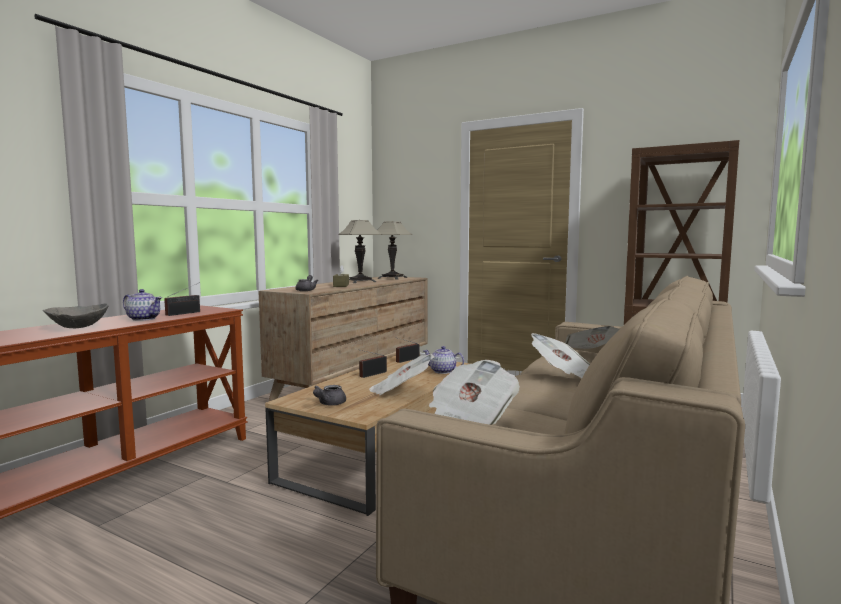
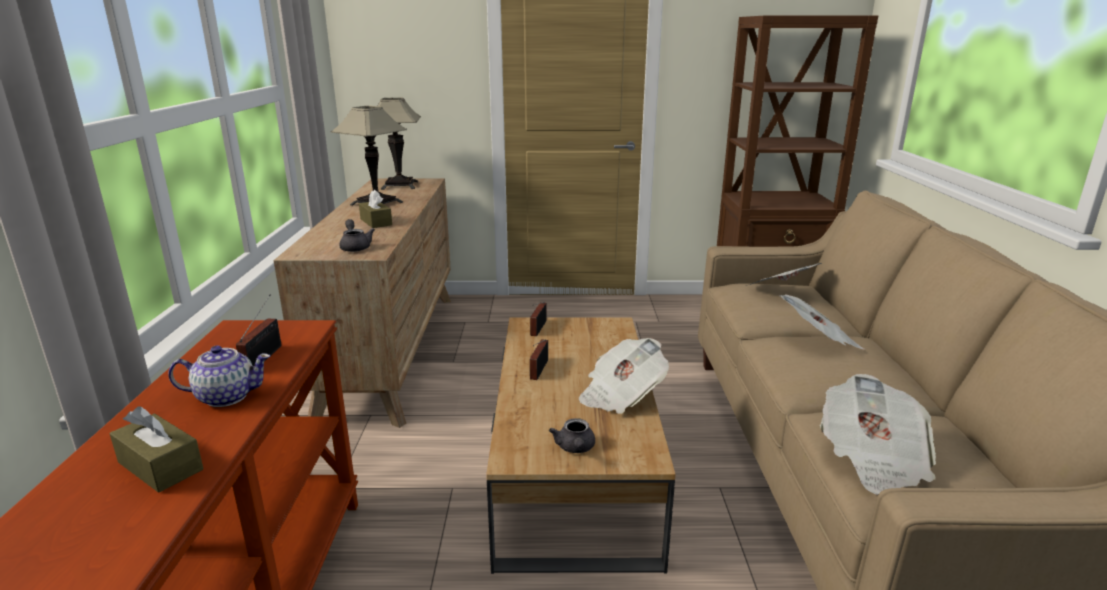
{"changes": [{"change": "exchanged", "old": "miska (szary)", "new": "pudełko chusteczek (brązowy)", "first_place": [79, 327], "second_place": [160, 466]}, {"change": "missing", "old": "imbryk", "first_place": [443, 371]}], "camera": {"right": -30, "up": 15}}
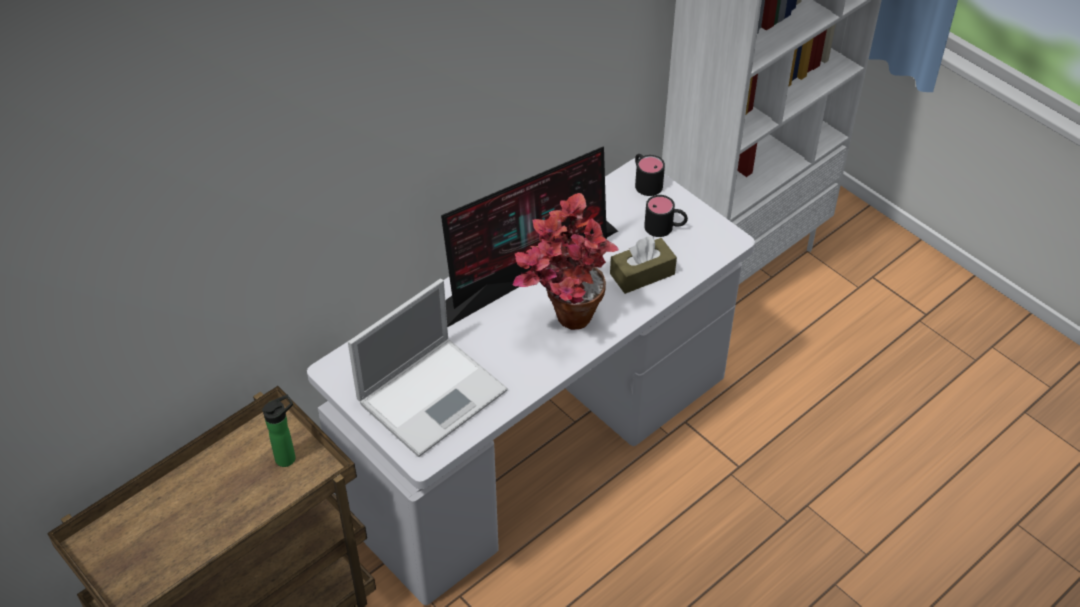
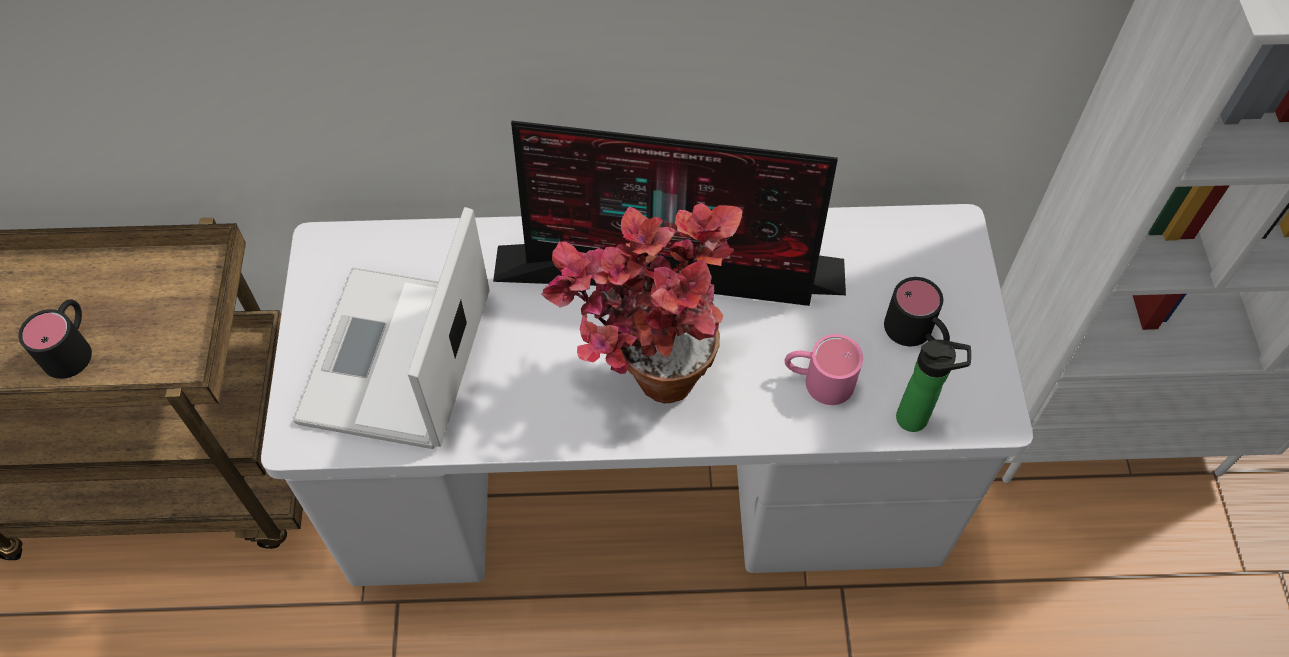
{"changes": [{"change": "relocated", "old": "kubek (czarny)", "first_place": [645, 182], "second_place": [72, 347]}, {"change": "spun", "old": "laptop", "first_place": [434, 394], "second_place": [396, 361], "degrees": 105}, {"change": "exchanged", "old": "pudełko chusteczek (brązowy)", "new": "kubek (różowy)", "first_place": [642, 274], "second_place": [818, 380]}, {"change": "relocated", "old": "butelka", "first_place": [288, 457], "second_place": [917, 419]}], "camera": {"right": 40, "up": 10}}
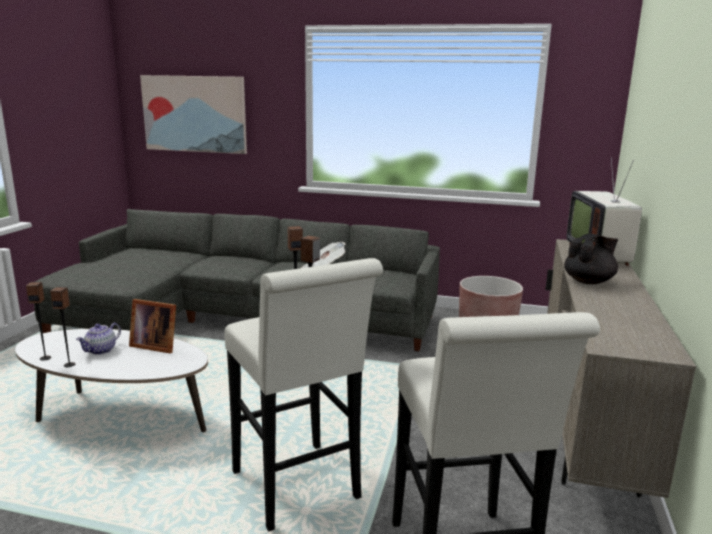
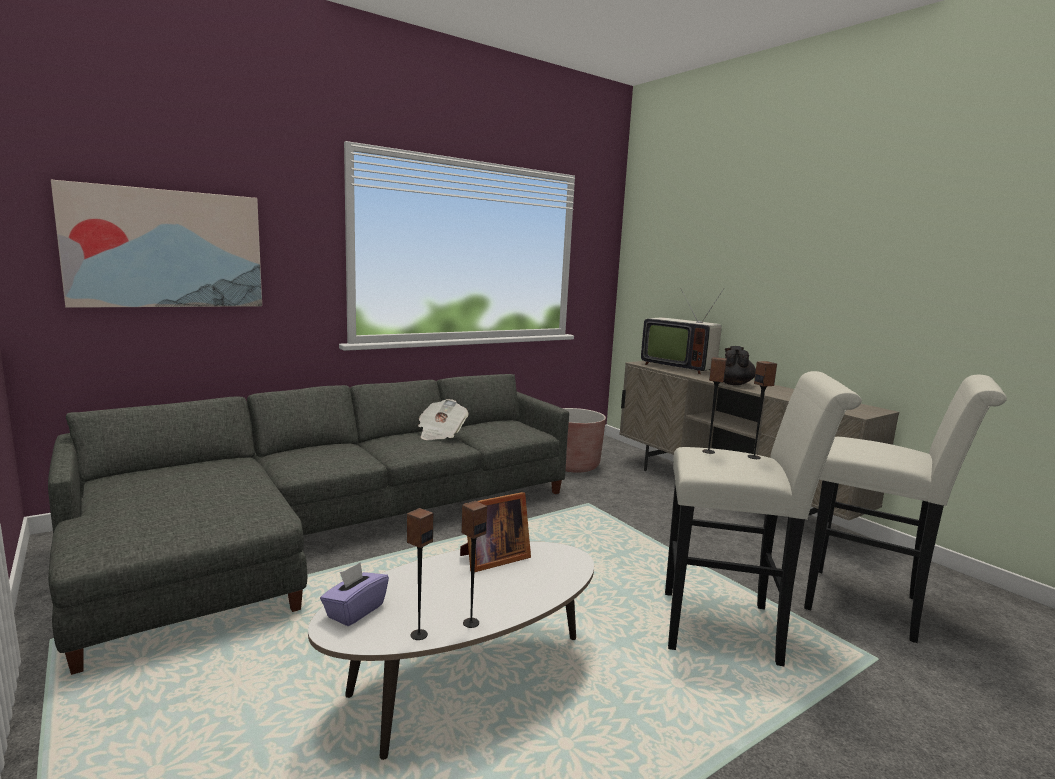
{"changes": [{"change": "appeared", "new": "pudełko chusteczek (fioletowy)", "second_place": [355, 611]}, {"change": "missing", "old": "imbryk", "first_place": [101, 350]}], "camera": {"right": -50, "up": -5}}
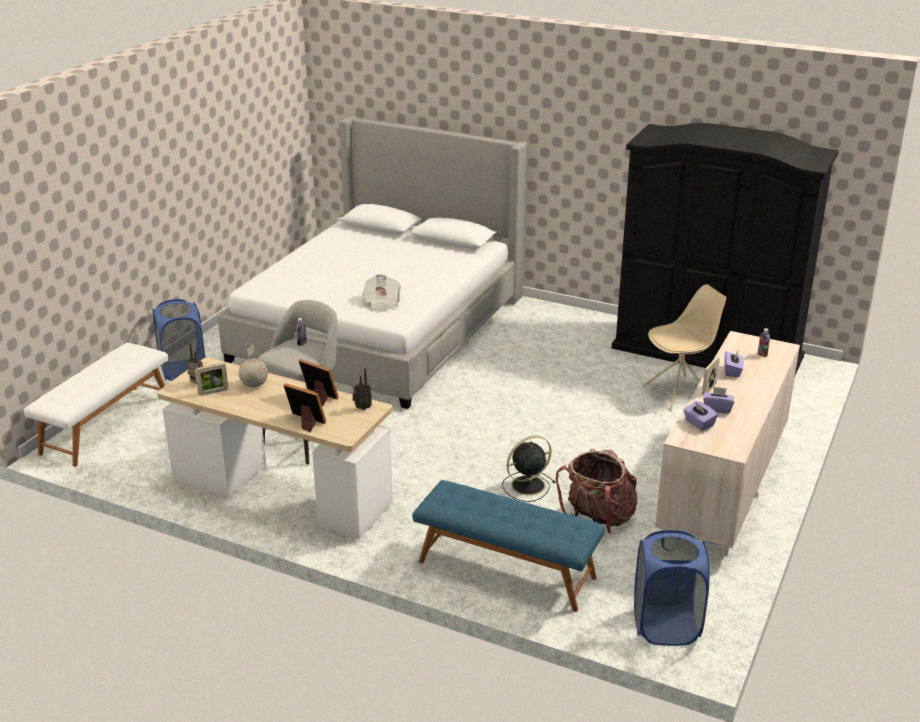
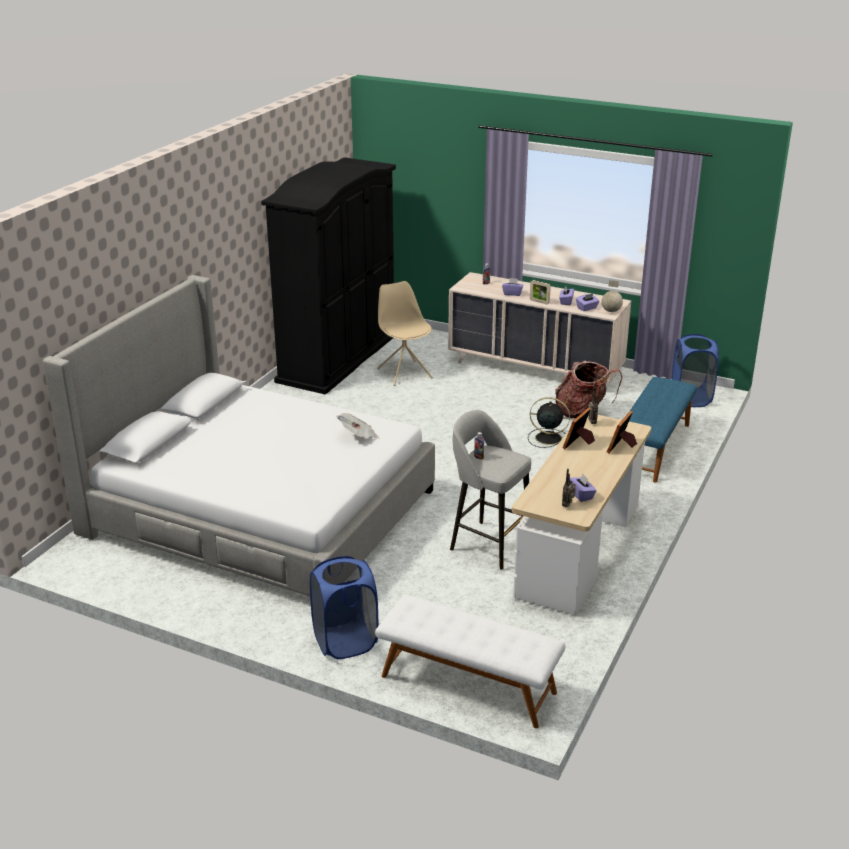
{"changes": [{"change": "spun", "old": "wentylator (czarny)", "first_place": [526, 486], "second_place": [547, 438], "degrees": 135}, {"change": "exchanged", "old": "ramka na zdjęcie", "new": "pudełko chusteczek (fioletowy)", "first_place": [213, 392], "second_place": [581, 495]}, {"change": "relocated", "old": "globus", "first_place": [254, 385], "second_place": [611, 311]}], "camera": {"right": -90, "up": 0}}
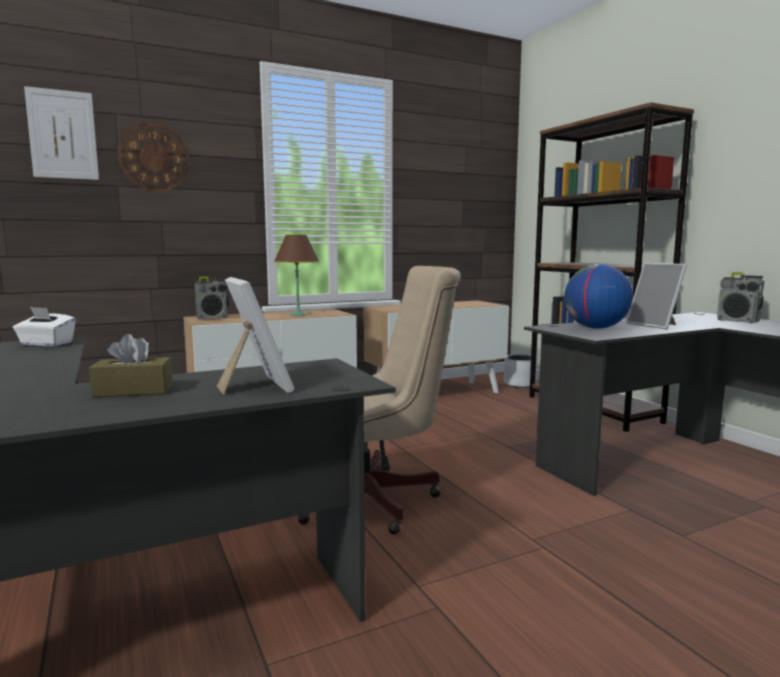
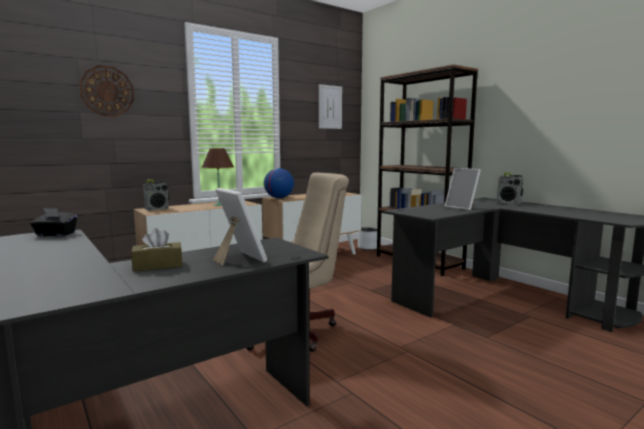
{"changes": [{"change": "colour", "old": "pudełko chusteczek (biały)", "new": "pudełko chusteczek (czarny)", "first_place": [46, 344], "second_place": [55, 234]}, {"change": "relocated", "old": "globus", "first_place": [595, 328], "second_place": [279, 198]}, {"change": "relocated", "old": "obraz", "first_place": [63, 134], "second_place": [330, 107]}], "camera": {"right": -10, "up": 0}}
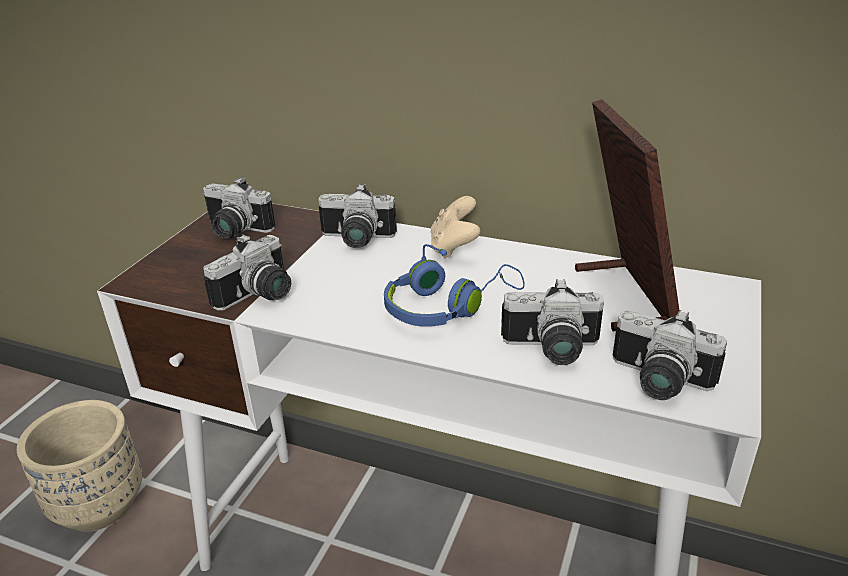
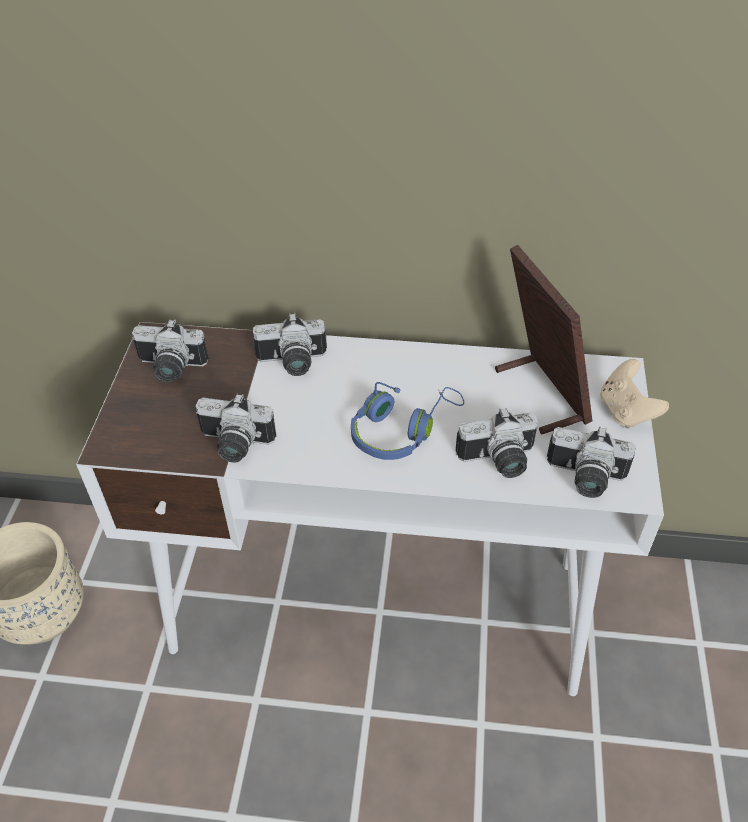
{"changes": [{"change": "spun", "old": "aparat fotograficzny", "first_place": [260, 296], "second_place": [234, 445], "degrees": 75}, {"change": "relocated", "old": "pad do gier (beżowy)", "first_place": [454, 247], "second_place": [626, 411]}], "camera": {"right": -15, "up": 15}}
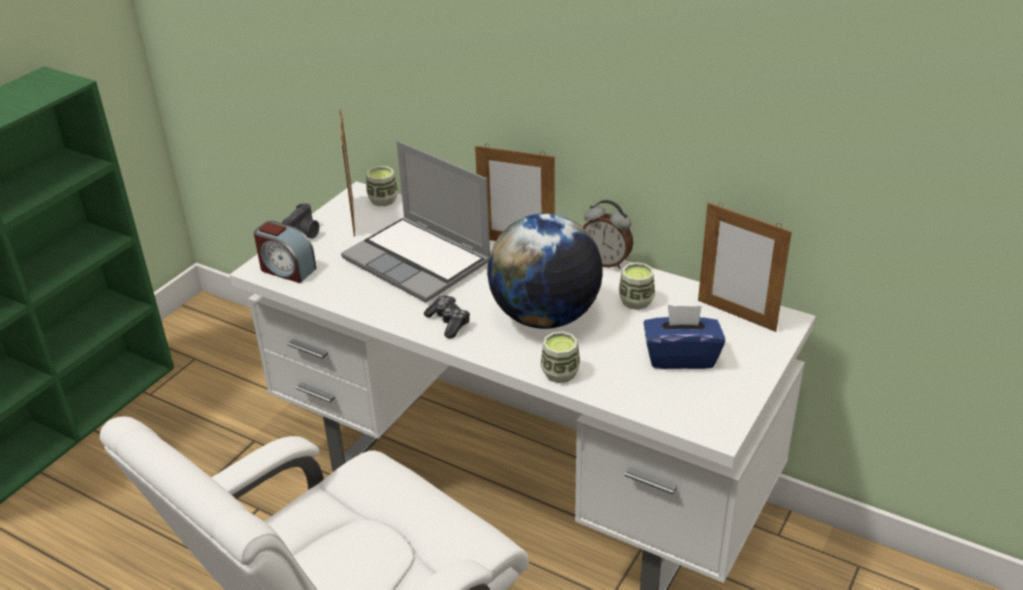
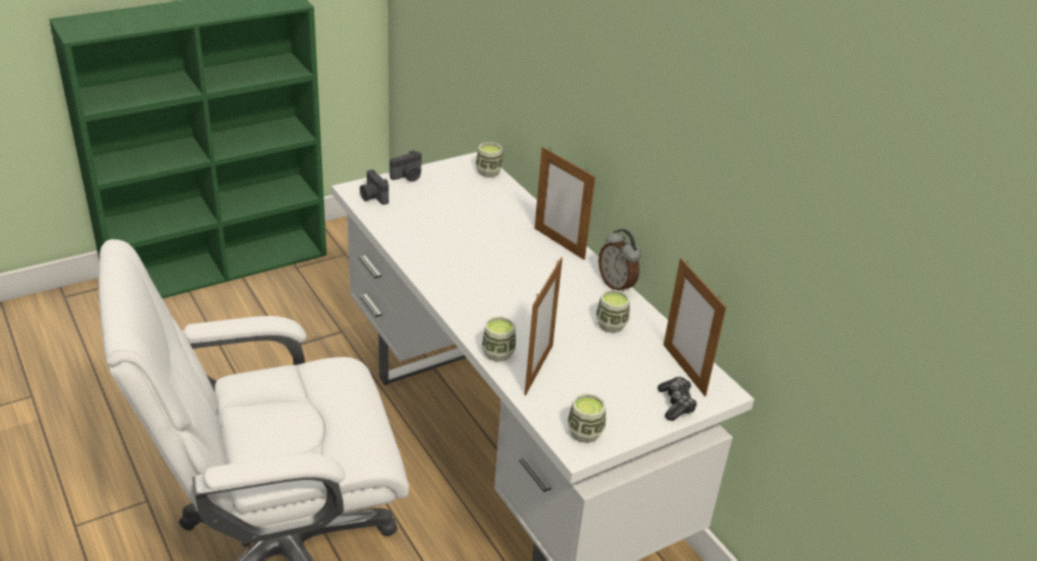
{"changes": [{"change": "exchanged", "old": "budzik", "new": "aparat fotograficzny", "first_place": [287, 269], "second_place": [373, 197]}, {"change": "relocated", "old": "ramka na zdjęcie", "first_place": [353, 216], "second_place": [538, 369]}, {"change": "appeared", "new": "filiżanka", "second_place": [585, 432]}, {"change": "relocated", "old": "pad do gier", "first_place": [448, 322], "second_place": [676, 404]}, {"change": "missing", "old": "laptop", "first_place": [419, 261]}, {"change": "missing", "old": "globus", "first_place": [545, 317]}, {"change": "missing", "old": "pudełko chusteczek (niebieski)", "first_place": [681, 357]}], "camera": {"right": 25, "up": 0}}
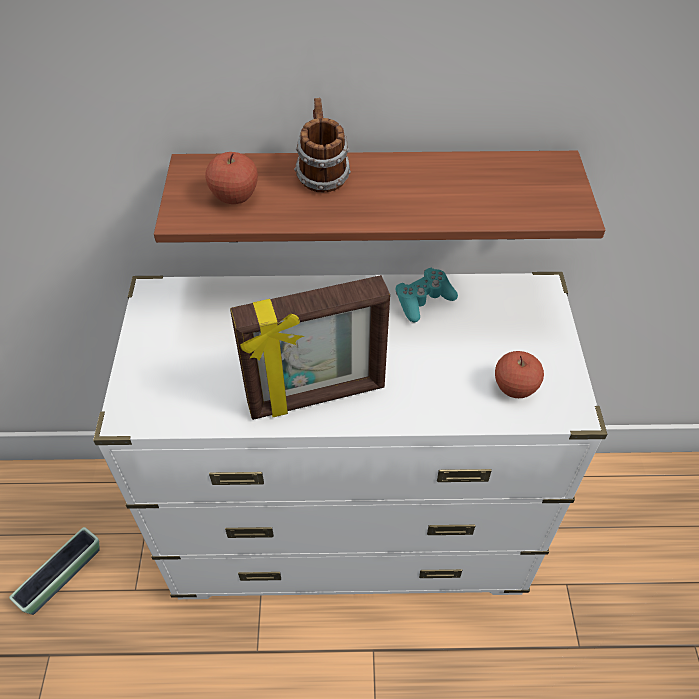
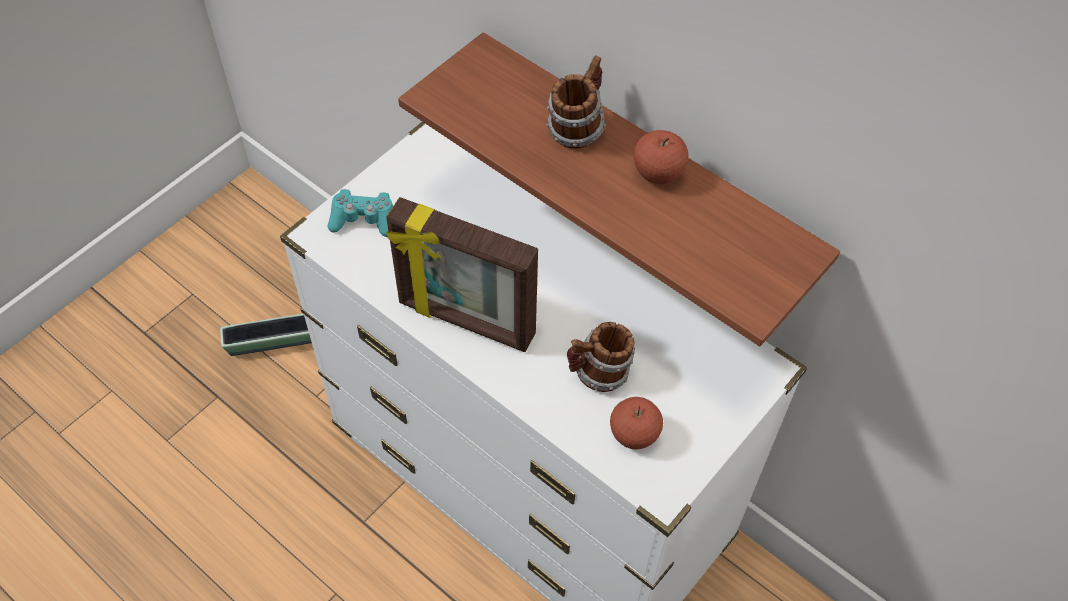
{"changes": [{"change": "relocated", "old": "pad do gier (turkusowy)", "first_place": [423, 301], "second_place": [363, 220]}, {"change": "appeared", "new": "kubek", "second_place": [598, 374]}, {"change": "relocated", "old": "jabłko", "first_place": [235, 197], "second_place": [657, 174]}], "camera": {"right": 40, "up": 5}}
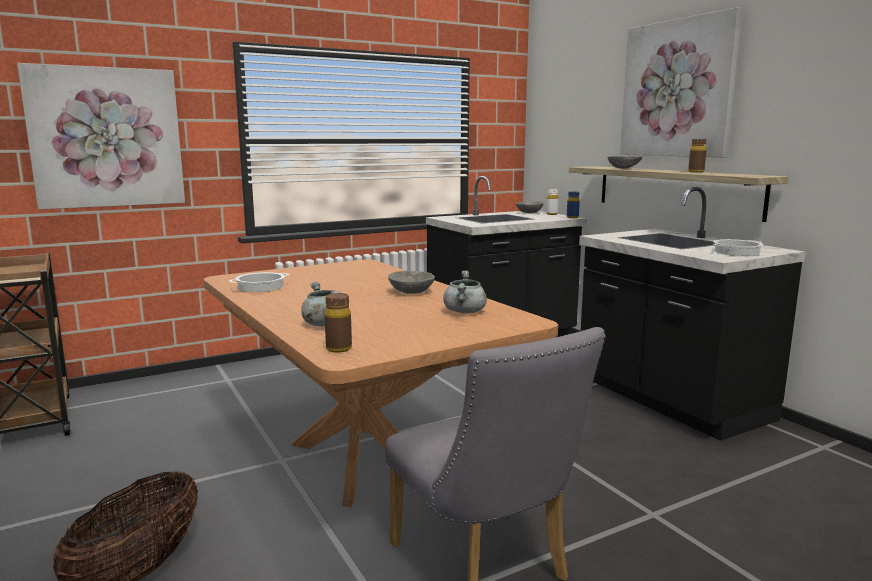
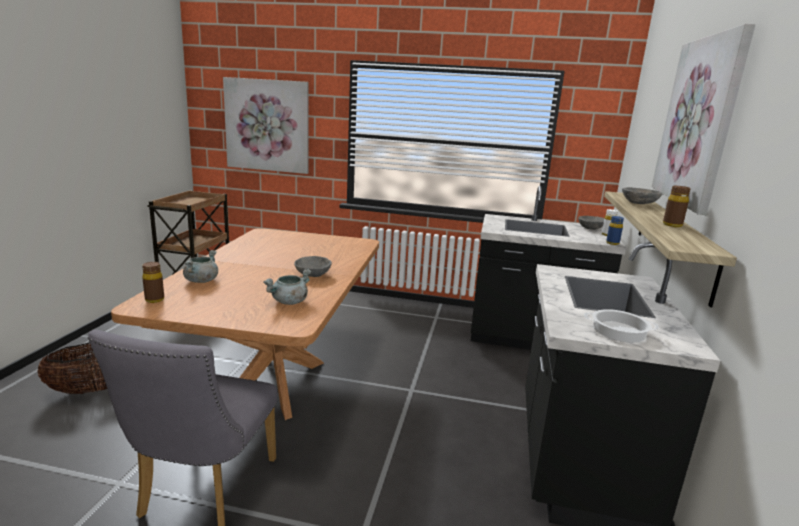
{"changes": [{"change": "missing", "old": "garnek", "first_place": [261, 287]}], "camera": {"right": 40, "up": 5}}
